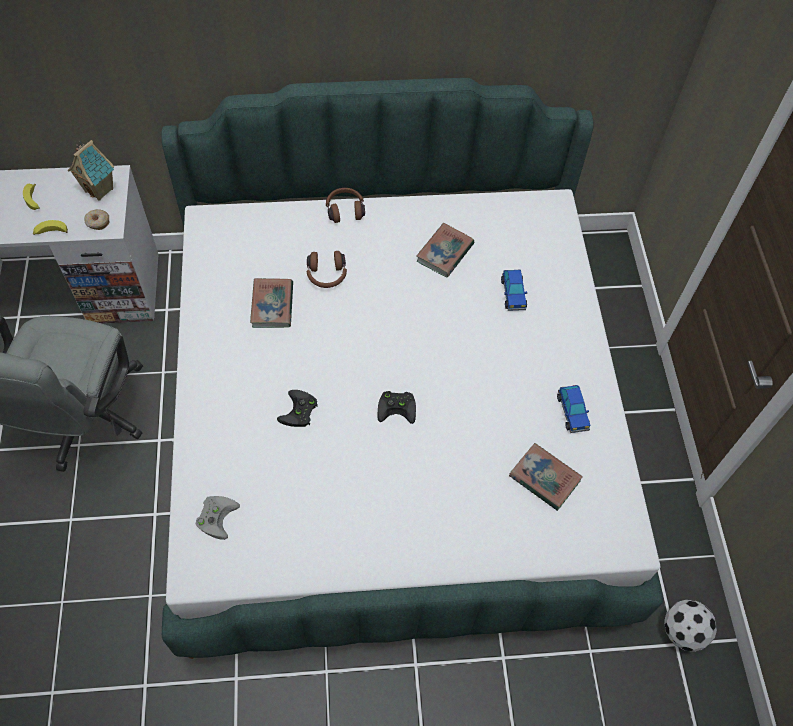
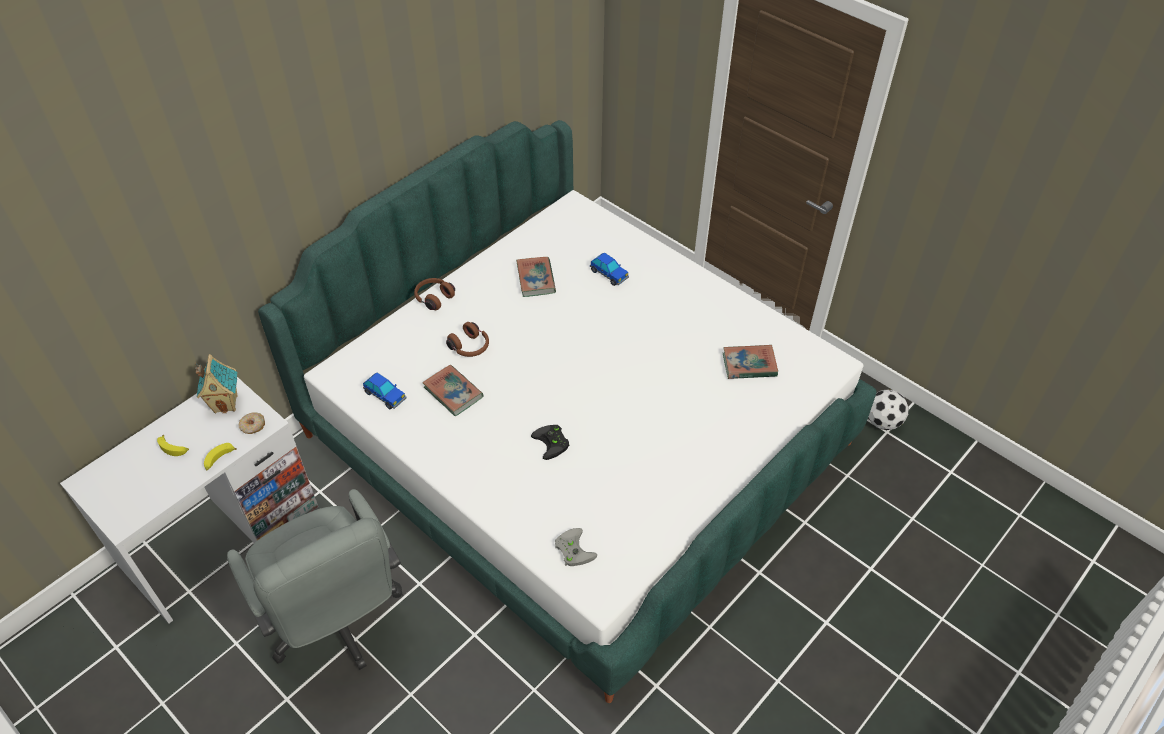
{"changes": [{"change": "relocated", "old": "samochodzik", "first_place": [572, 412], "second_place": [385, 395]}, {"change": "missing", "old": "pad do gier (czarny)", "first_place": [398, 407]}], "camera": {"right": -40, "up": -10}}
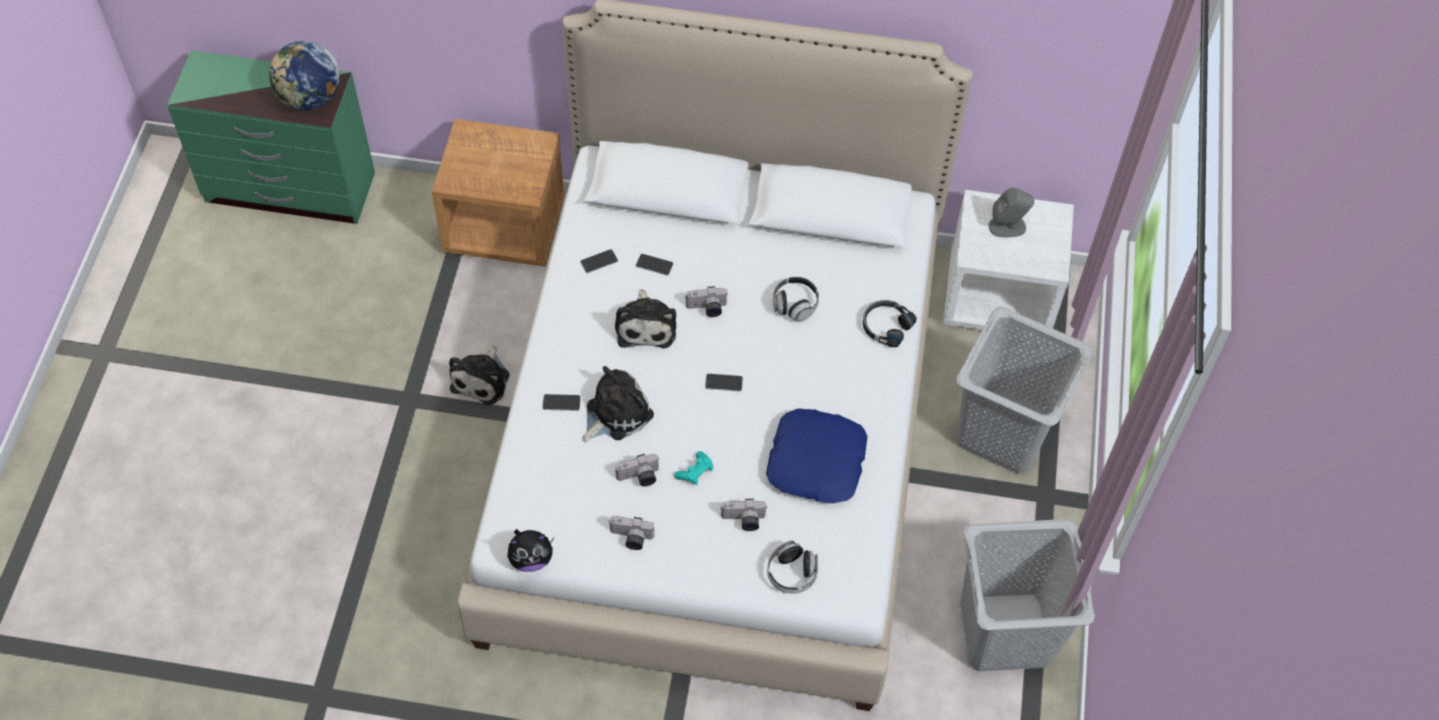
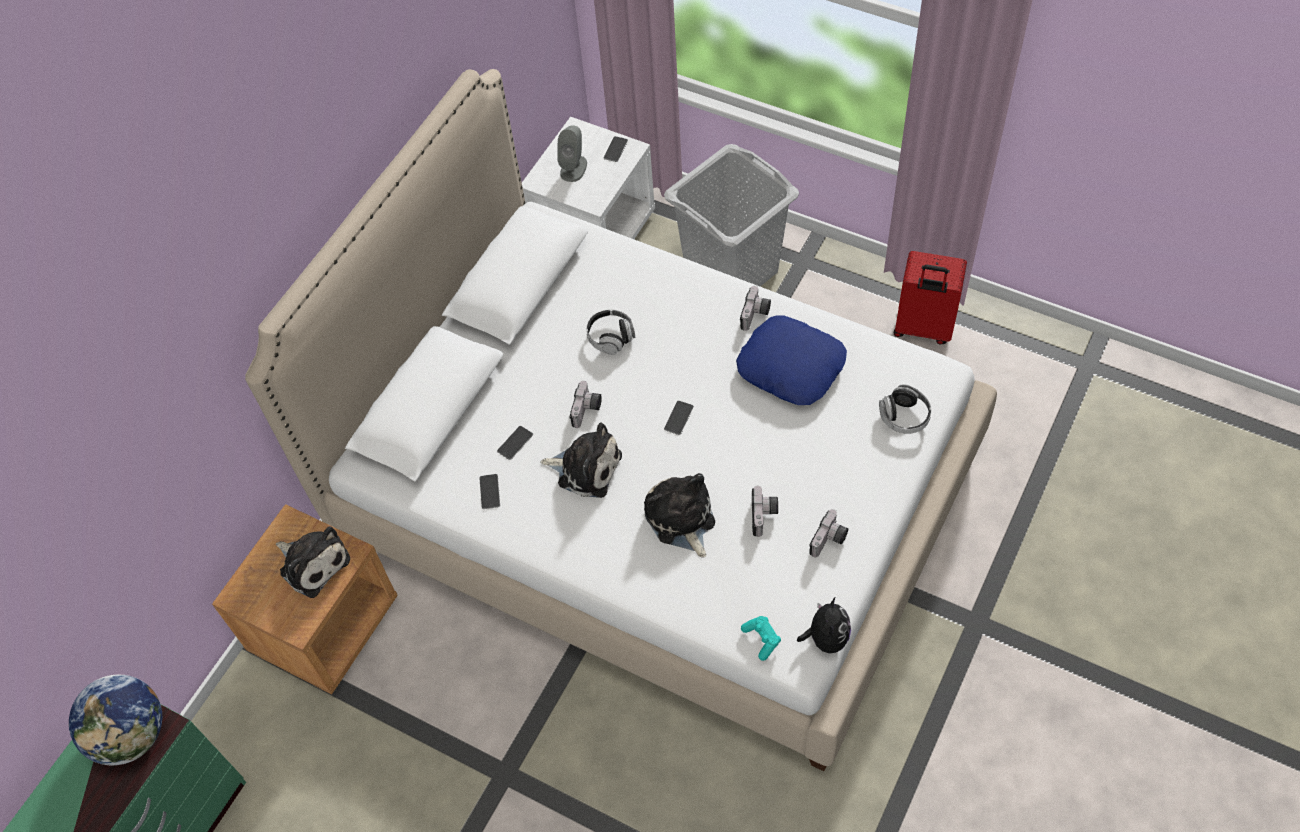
{"changes": [{"change": "relocated", "old": "pluszak", "first_place": [482, 379], "second_place": [313, 563]}, {"change": "relocated", "old": "telefon", "first_place": [561, 402], "second_place": [615, 149]}, {"change": "relocated", "old": "aparat fotograficzny", "first_place": [743, 521], "second_place": [756, 315]}, {"change": "relocated", "old": "pad do gier (turkusowy)", "first_place": [695, 472], "second_place": [762, 639]}, {"change": "exchanged", "old": "kosz na pranie (szary)", "new": "walizka (czerwony)", "first_place": [1004, 631], "second_place": [923, 328]}, {"change": "missing", "old": "słuchawki (czarny)", "first_place": [886, 326]}], "camera": {"right": -65, "up": 0}}
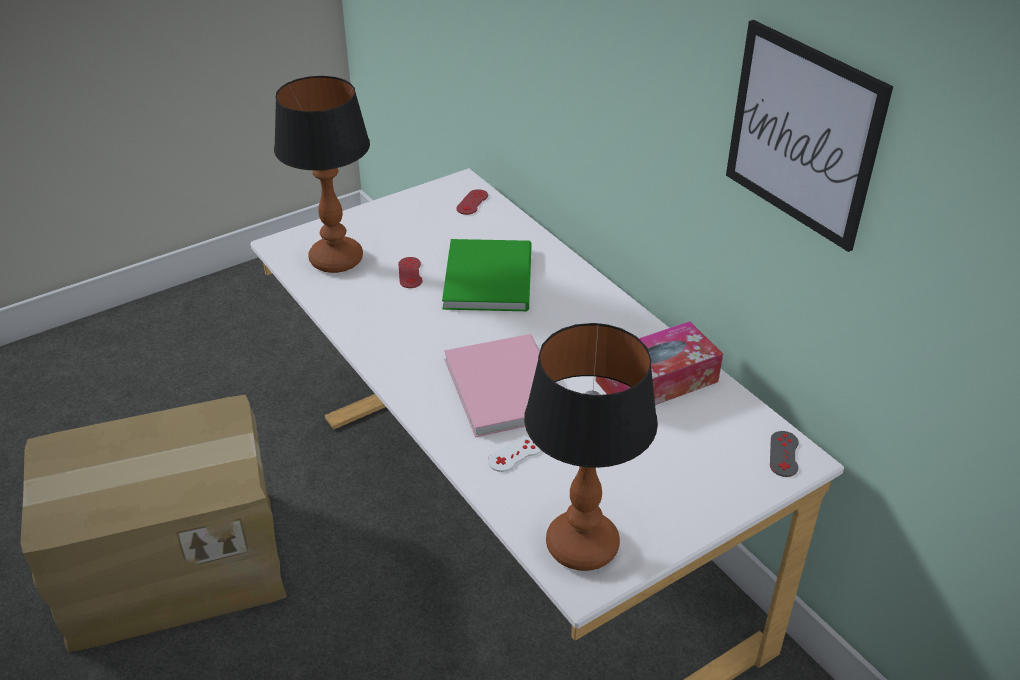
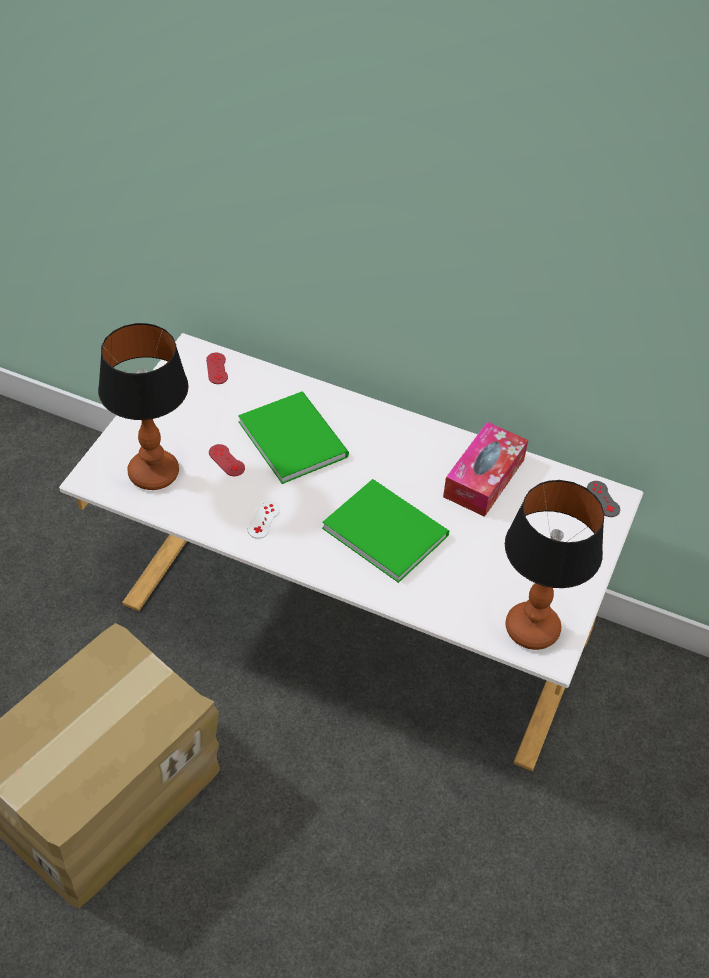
{"changes": [{"change": "relocated", "old": "pad do gier (biały)", "first_place": [516, 454], "second_place": [263, 520]}, {"change": "colour", "old": "książka (różowy)", "new": "książka (zielony)", "first_place": [506, 384], "second_place": [384, 528]}, {"change": "missing", "old": "obraz", "first_place": [803, 134]}], "camera": {"right": -35, "up": 10}}
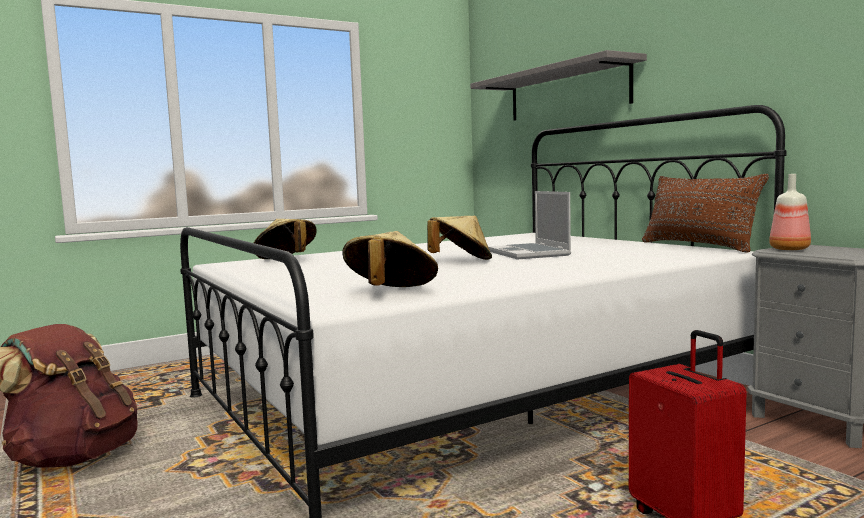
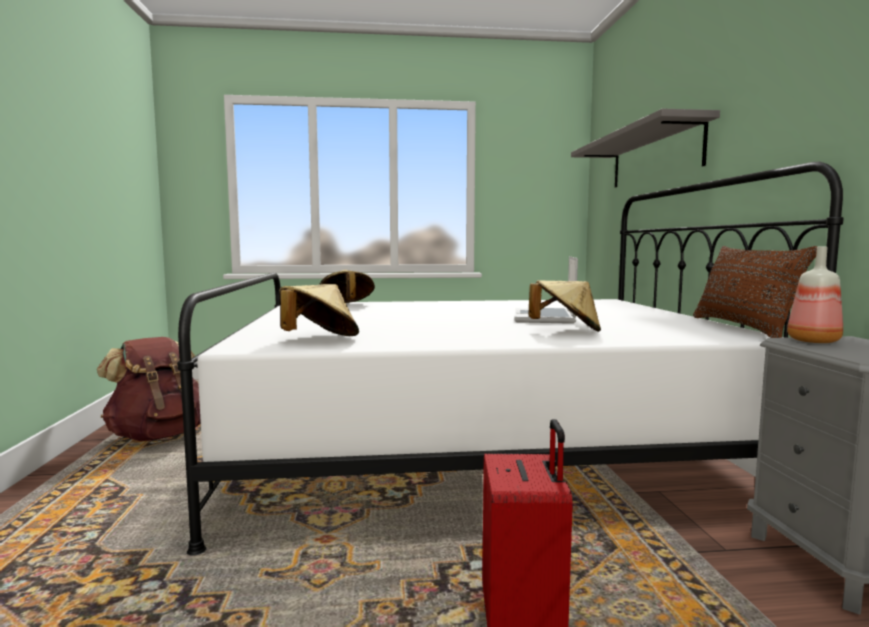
{"changes": [{"change": "relocated", "old": "kapelusz (beżowy)", "first_place": [460, 261], "second_place": [566, 331]}], "camera": {"right": 25, "up": 0}}
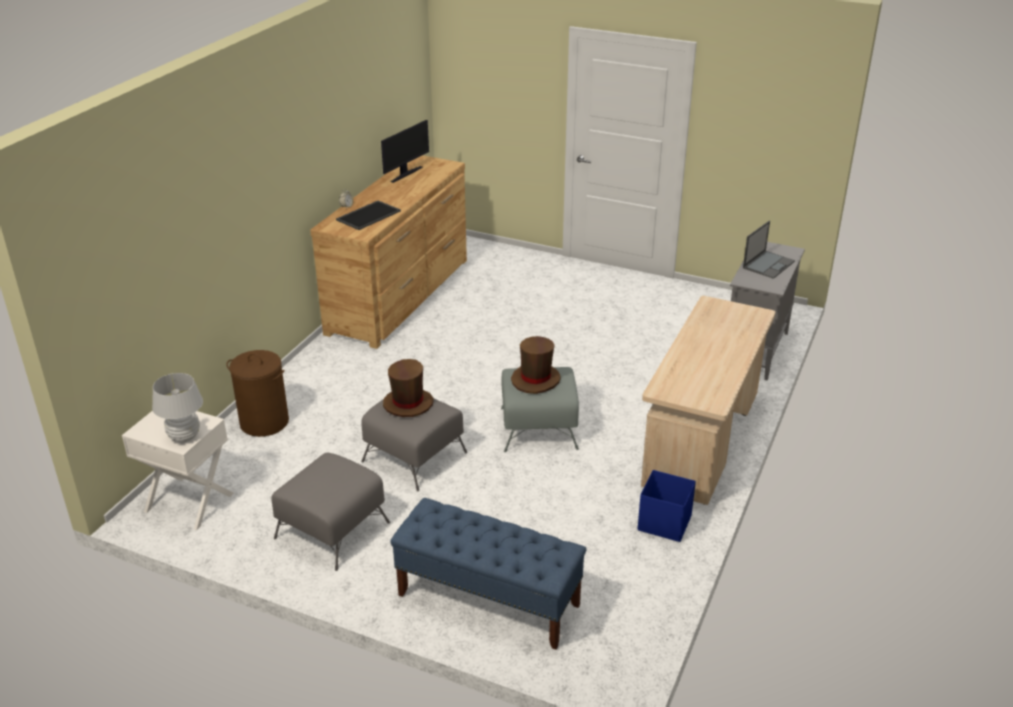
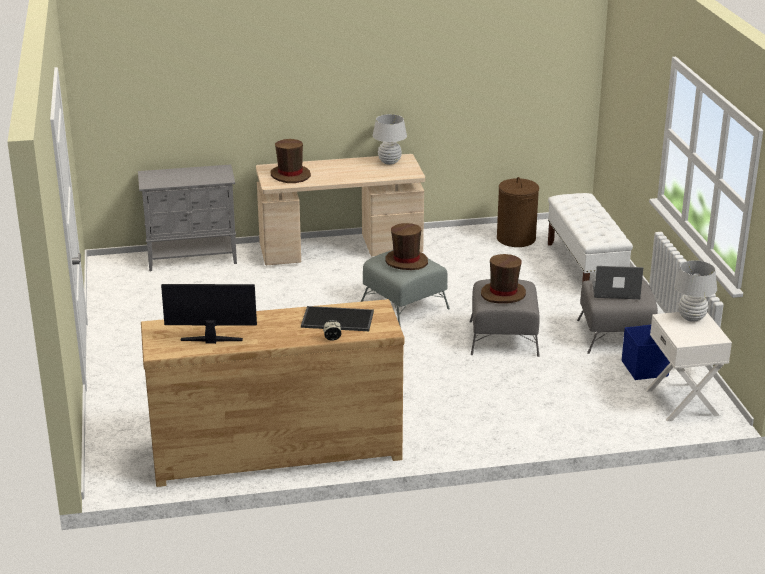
{"changes": [{"change": "appeared", "new": "kapelusz (brązowy)", "second_place": [290, 175]}, {"change": "appeared", "new": "lampa stołowa (biały)", "second_place": [389, 162]}, {"change": "relocated", "old": "kosz na pranie (brązowy)", "first_place": [264, 422], "second_place": [516, 239]}, {"change": "colour", "old": "ławka (niebieski)", "new": "ławka (biały)", "first_place": [488, 600], "second_place": [585, 268]}, {"change": "relocated", "old": "laptop", "first_place": [768, 264], "second_place": [615, 290]}, {"change": "relocated", "old": "pojemnik do przechowywania (niebieski)", "first_place": [663, 523], "second_place": [644, 369]}], "camera": {"right": -125, "up": -5}}
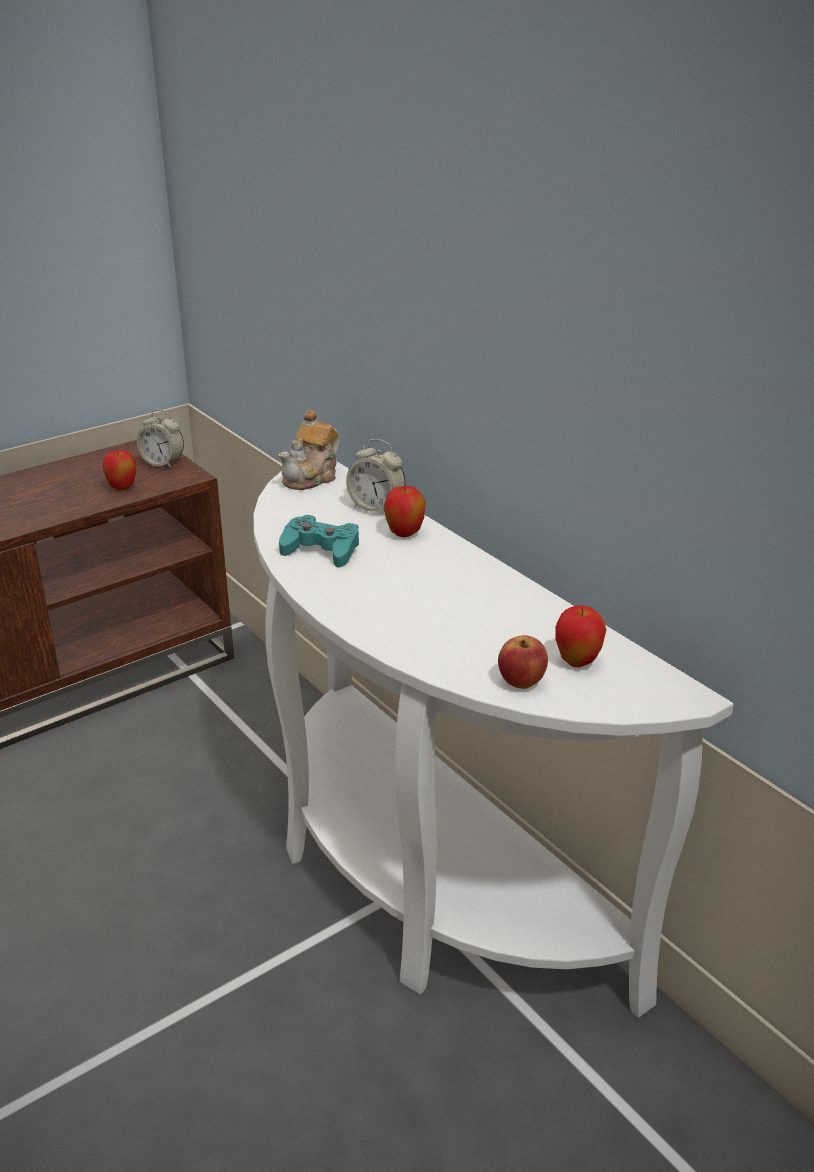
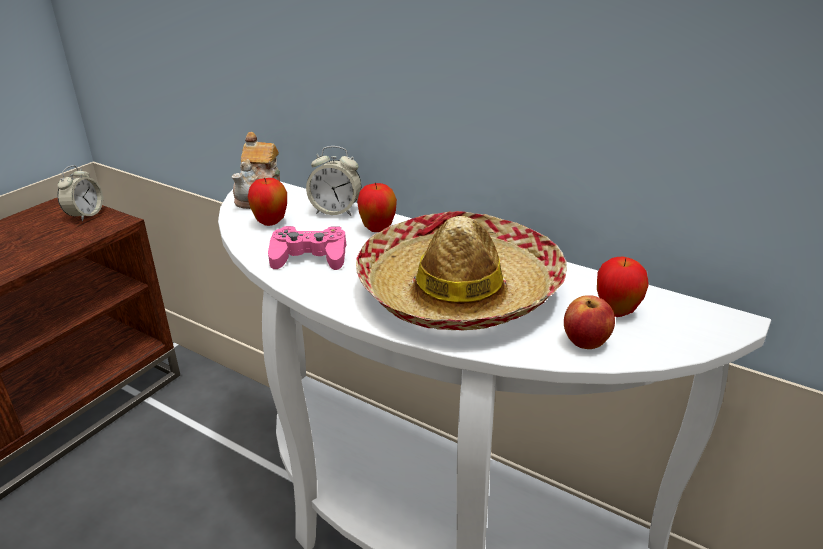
{"changes": [{"change": "spun", "old": "budzik", "first_place": [163, 463], "second_place": [85, 215], "degrees": -75}, {"change": "relocated", "old": "jabłko", "first_place": [122, 488], "second_place": [271, 223]}, {"change": "colour", "old": "pad do gier (turkusowy)", "new": "pad do gier (różowy)", "first_place": [321, 550], "second_place": [309, 257]}, {"change": "appeared", "new": "kapelusz", "second_place": [459, 290]}], "camera": {"right": -20, "up": 0}}
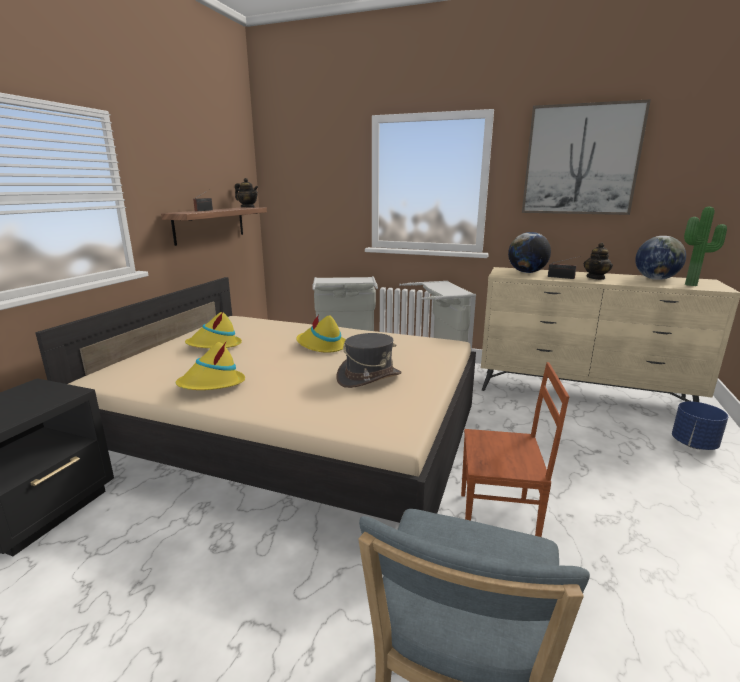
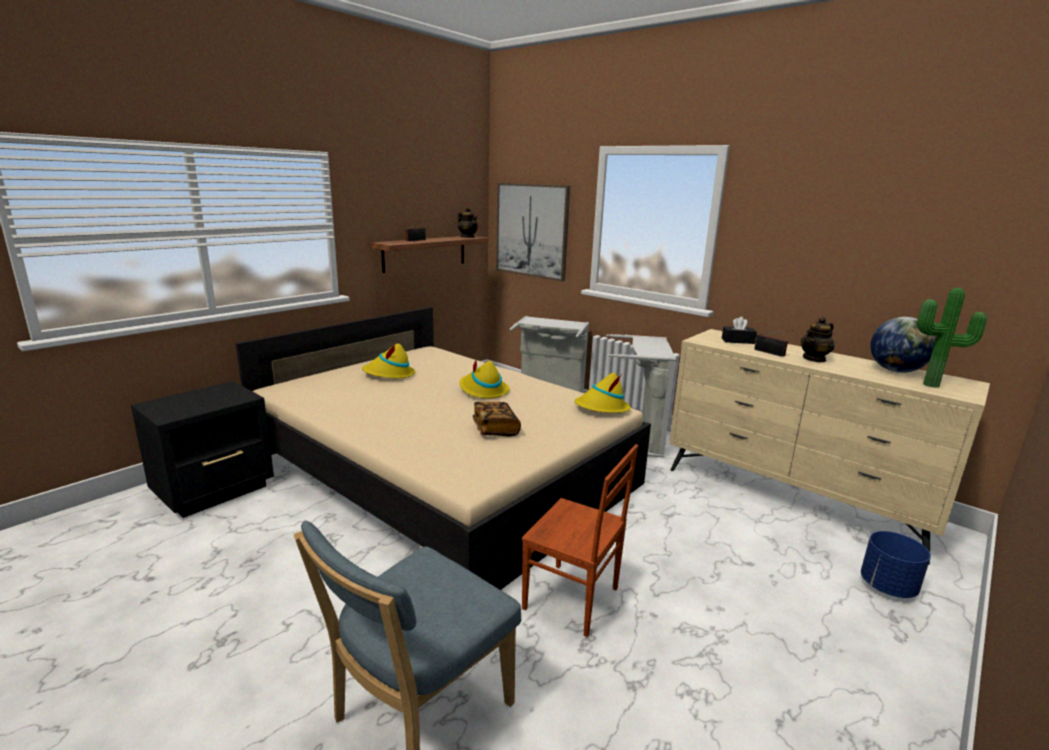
{"changes": [{"change": "exchanged", "old": "kapelusz (szary)", "new": "książka", "first_place": [369, 377], "second_place": [495, 429]}, {"change": "relocated", "old": "obraz", "first_place": [581, 160], "second_place": [531, 230]}, {"change": "relocated", "old": "kapelusz (żółty)", "first_place": [212, 384], "second_place": [601, 408]}, {"change": "exchanged", "old": "globus", "new": "pudełko chusteczek (czarny)", "first_place": [527, 272], "second_place": [737, 341]}], "camera": {"right": 20, "up": 0}}
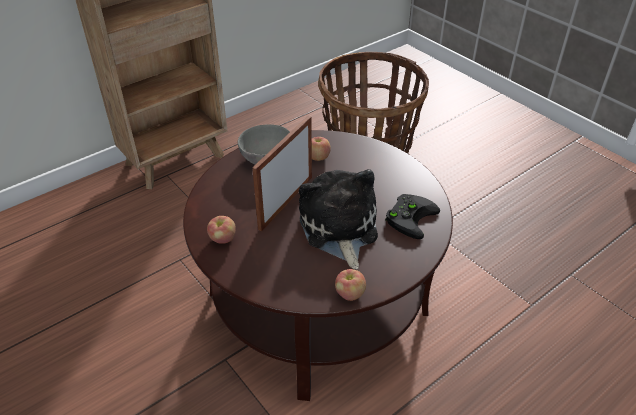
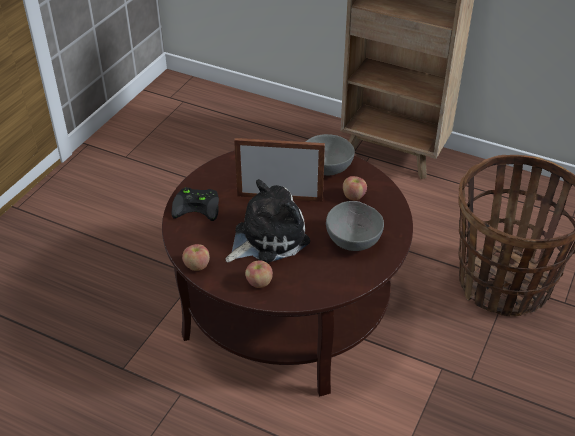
{"changes": [{"change": "relocated", "old": "pad do gier (czarny)", "first_place": [410, 216], "second_place": [198, 206]}, {"change": "relocated", "old": "jabłko", "first_place": [223, 239], "second_place": [259, 283]}, {"change": "appeared", "new": "miska (szary)", "second_place": [354, 239]}], "camera": {"right": 65, "up": 0}}
